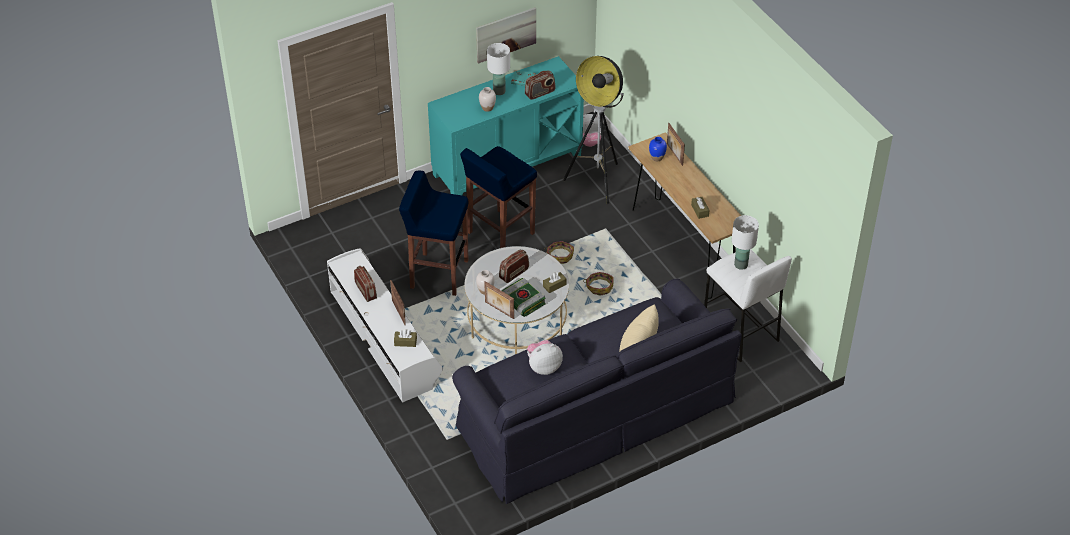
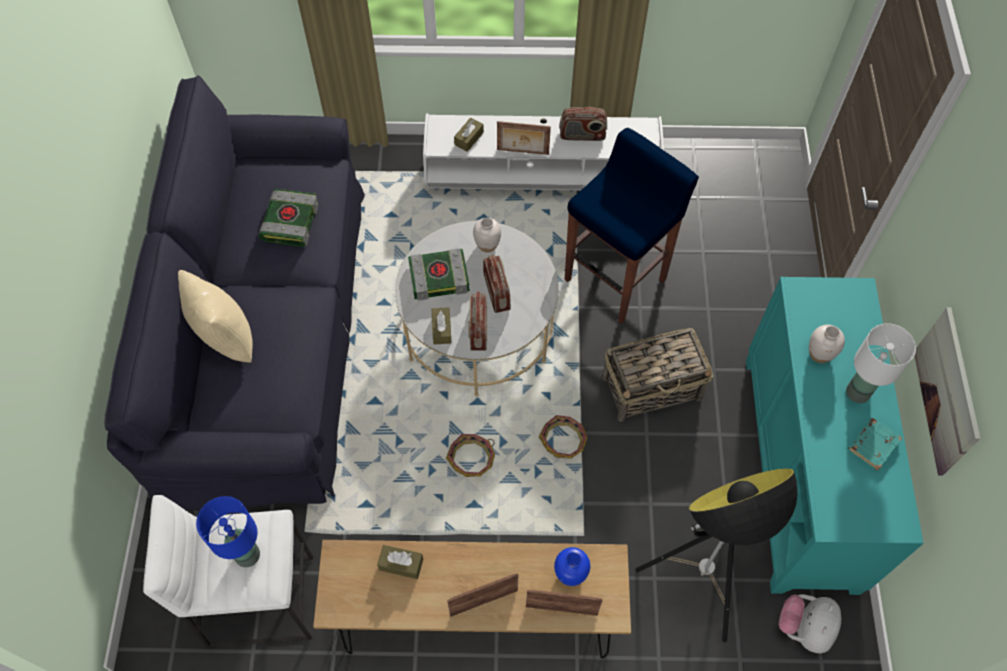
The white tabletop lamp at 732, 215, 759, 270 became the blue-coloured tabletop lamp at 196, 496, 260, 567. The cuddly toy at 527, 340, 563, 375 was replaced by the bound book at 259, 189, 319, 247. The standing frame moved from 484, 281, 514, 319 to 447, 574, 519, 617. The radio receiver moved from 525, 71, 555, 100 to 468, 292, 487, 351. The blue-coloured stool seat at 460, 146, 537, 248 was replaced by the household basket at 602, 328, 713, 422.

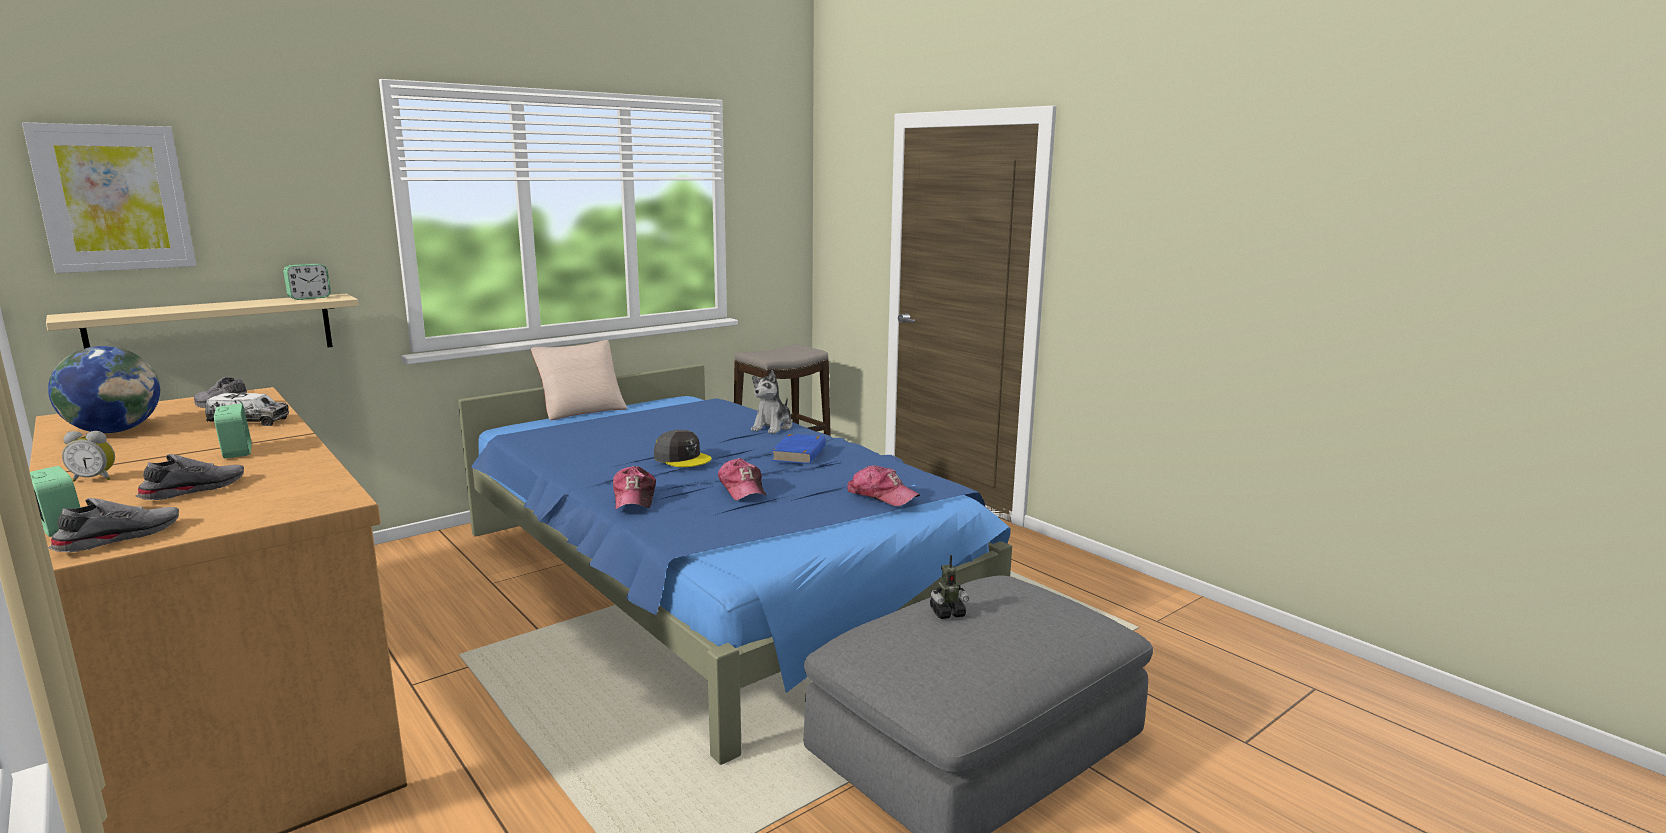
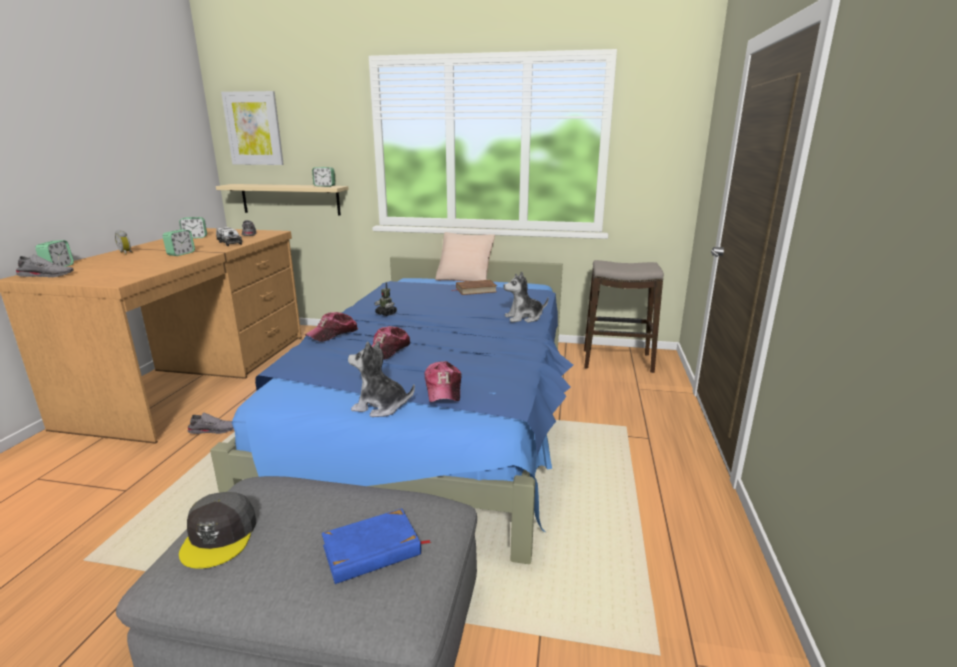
The world globe at 48, 346, 160, 433 was replaced by the bedside clock at 179, 217, 207, 239. The gray cap moved from 654, 430, 711, 467 to 179, 492, 256, 569. The gray item of footwear moved from 136, 454, 244, 500 to 188, 413, 234, 434. The blue-coloured bound book moved from 771, 434, 826, 464 to 322, 508, 431, 584. The cuddly toy at 348, 341, 415, 417 appeared. The model robot moved from 930, 555, 969, 619 to 375, 282, 397, 316. The brown-coloured bound book at 451, 280, 497, 295 appeared.

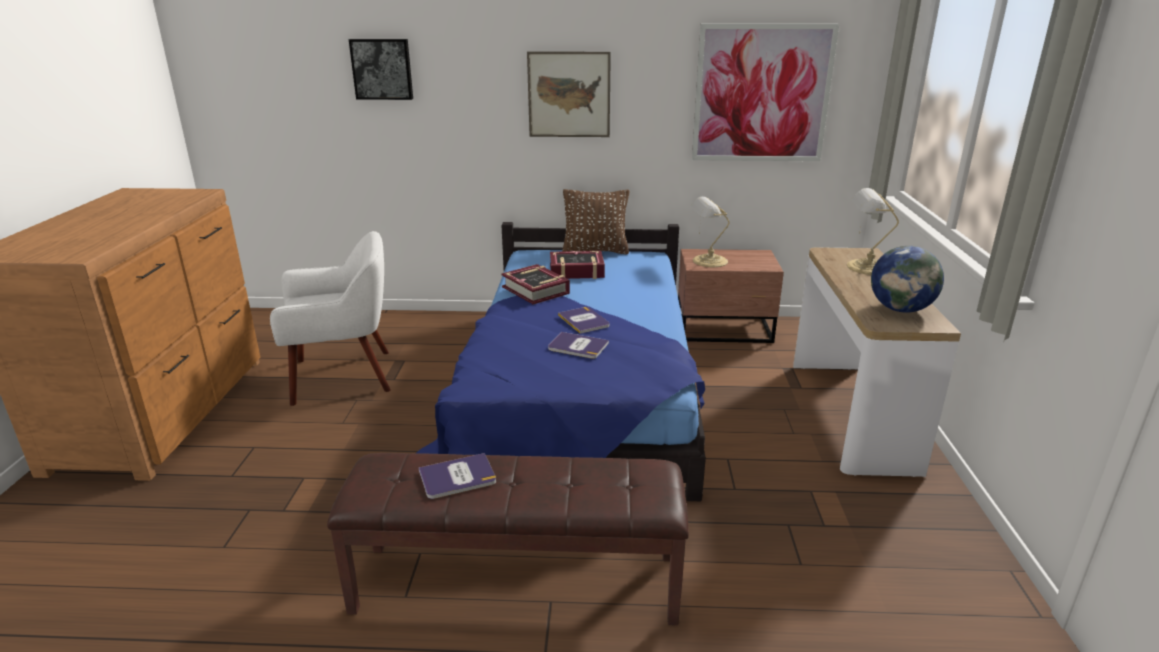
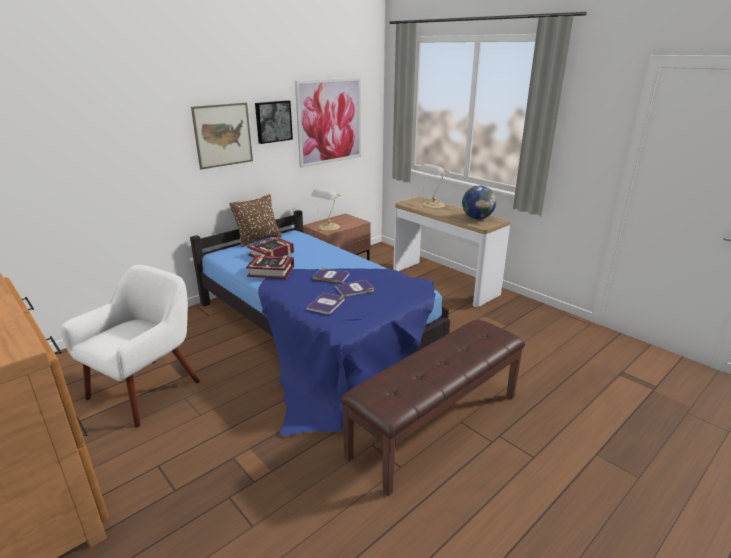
The picture moved from 349, 39, 413, 100 to 255, 100, 293, 144. The bound book moved from 419, 453, 496, 499 to 306, 293, 344, 314.

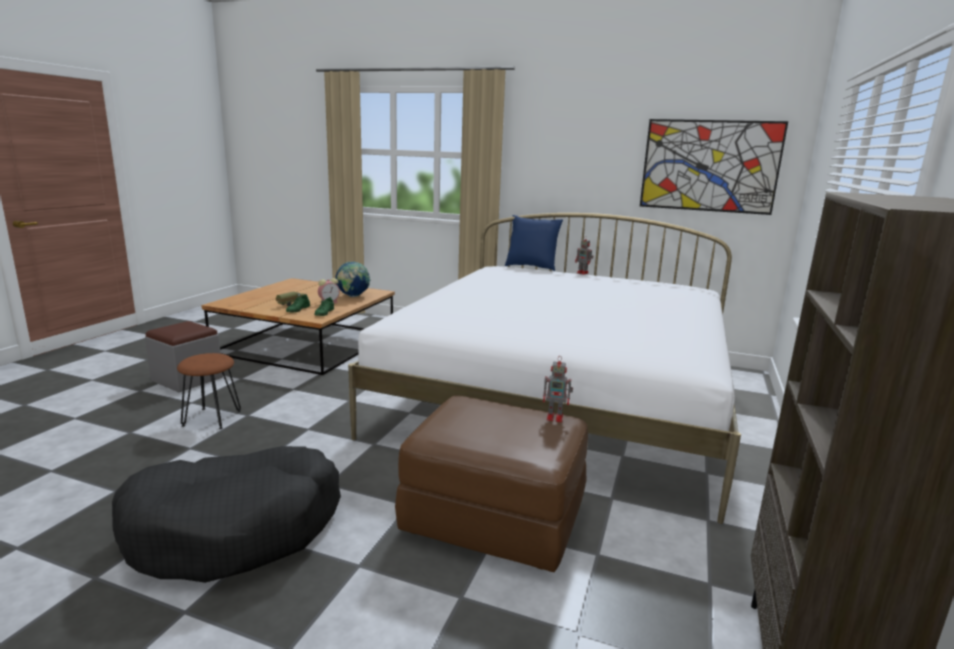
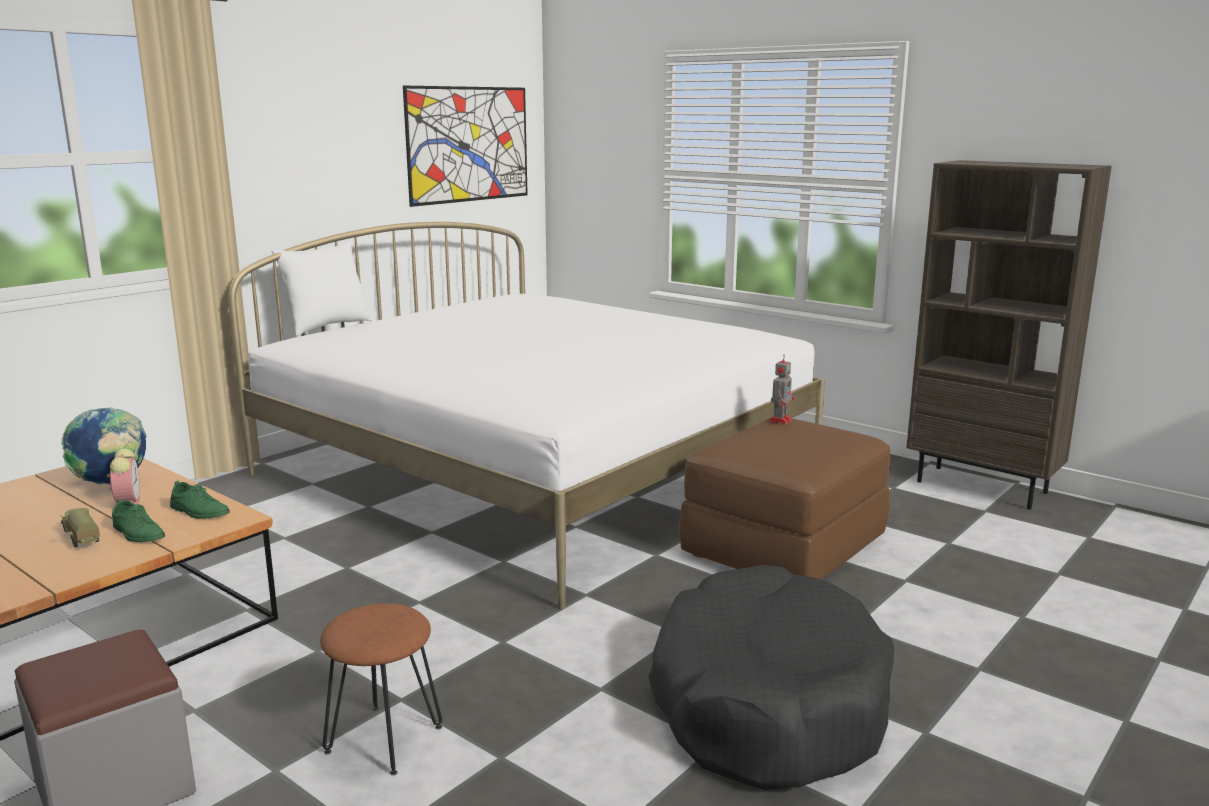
The blue-coloured cushion at 505, 215, 563, 271 became the white cushion at 272, 242, 372, 336. The model robot at 575, 236, 593, 275 disappeared.

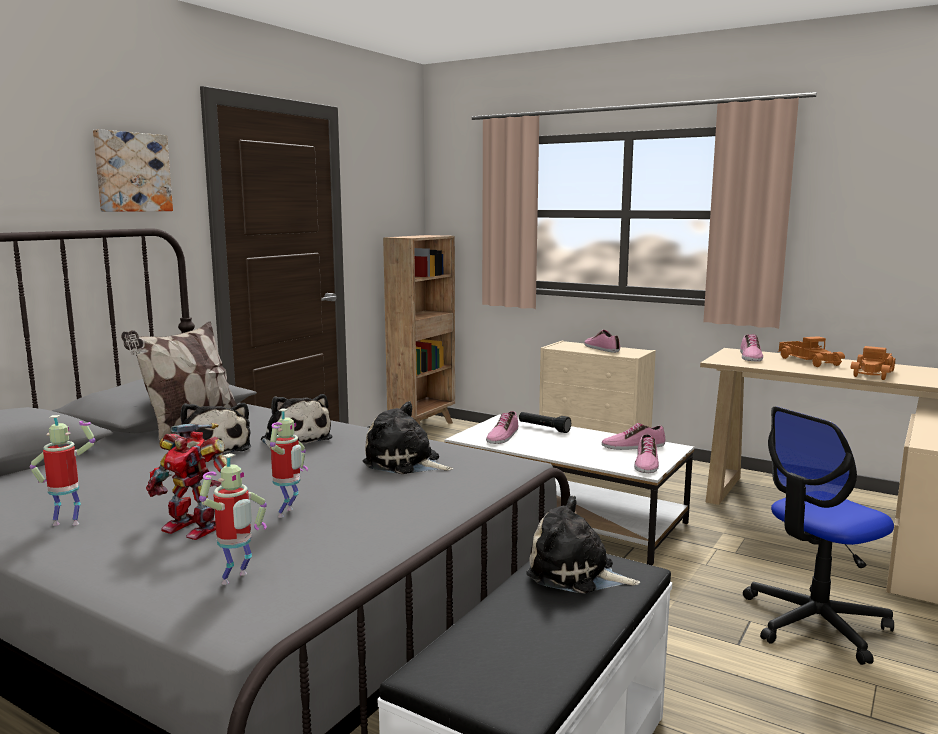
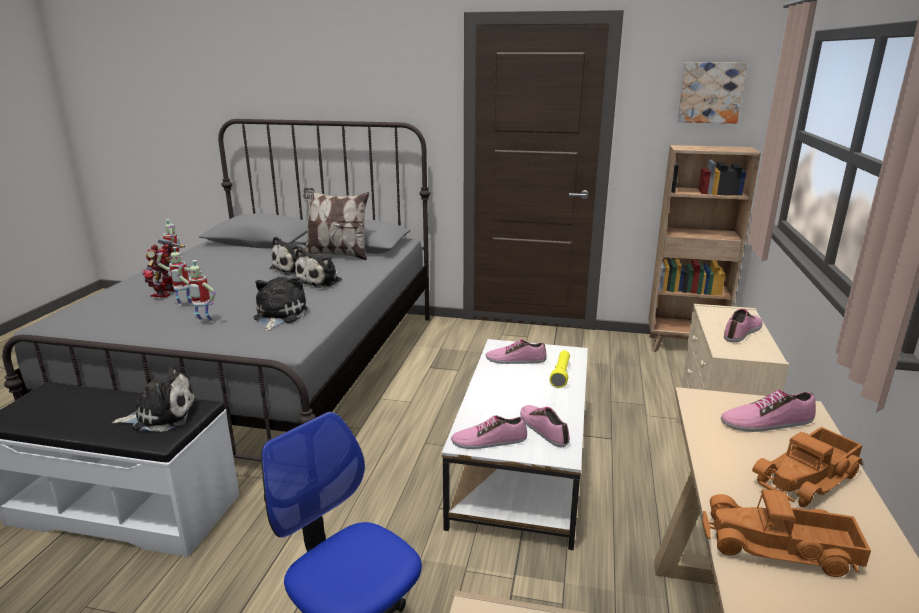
The cuddly toy at 526, 496, 640, 594 turned 75 degrees clockwise. The model robot moved from 199, 453, 267, 585 to 176, 260, 216, 323. The black hand torch at 519, 412, 571, 433 became the yellow hand torch at 550, 350, 570, 388. The picture moved from 93, 129, 173, 212 to 678, 62, 747, 123.

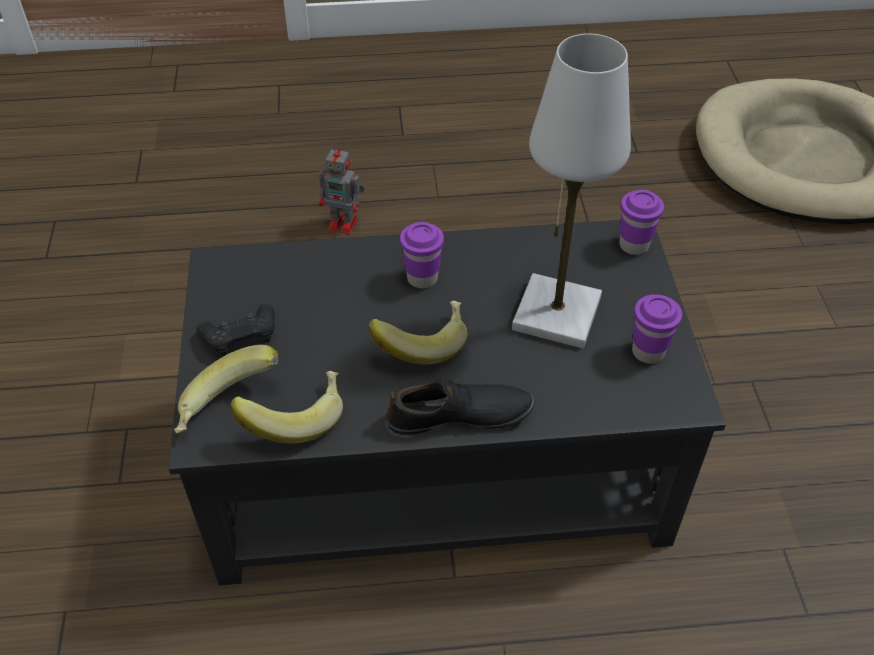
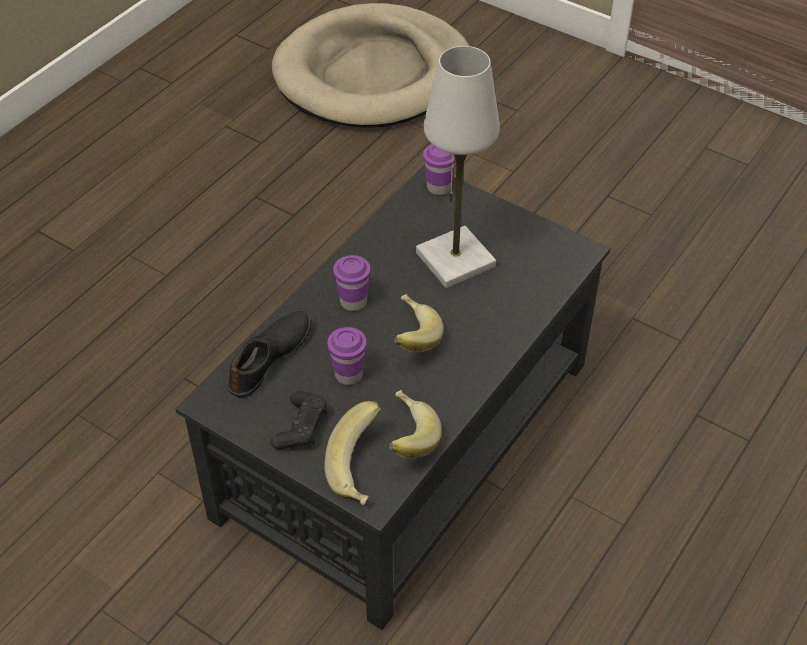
The black item of footwear moved from 386, 379, 535, 435 to 227, 311, 311, 398. The purple-coloured small cup moved from 632, 294, 682, 364 to 327, 327, 367, 385. The model robot at 319, 145, 365, 234 disappeared.

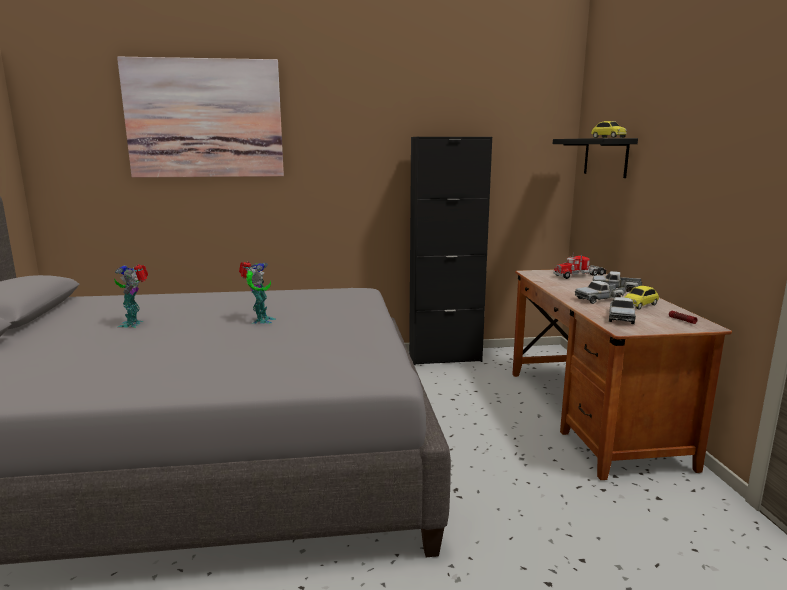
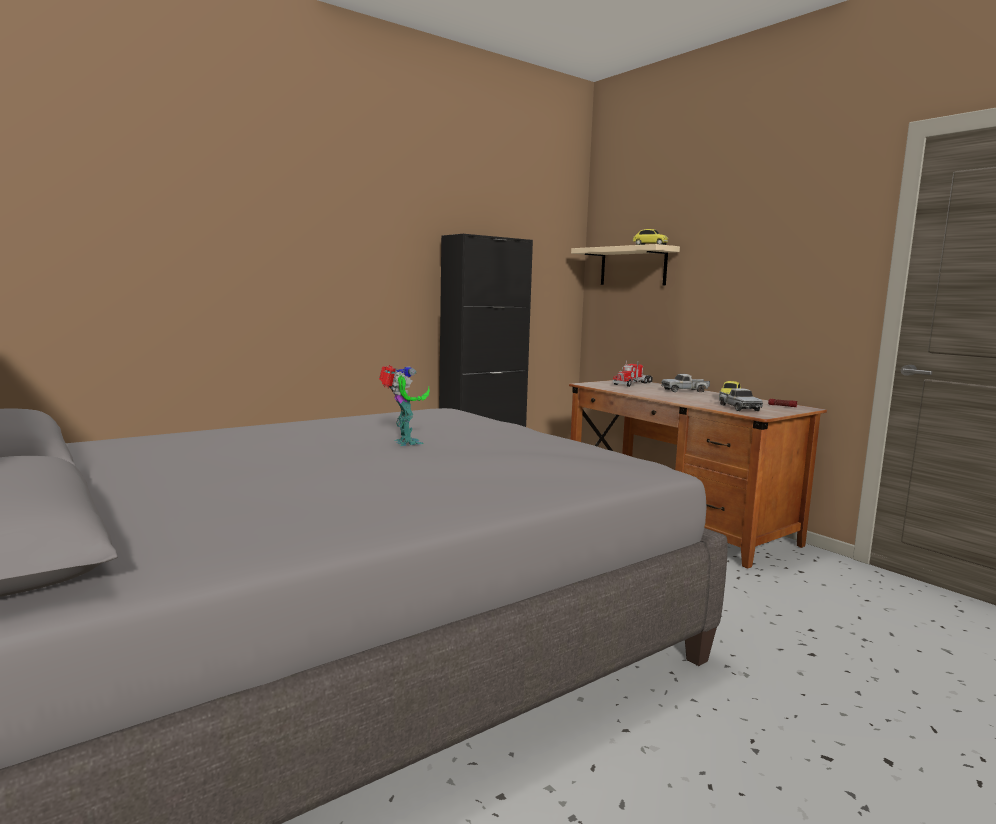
The black wall shelf at 553, 138, 638, 178 became the beige wall shelf at 571, 244, 680, 286. The model robot at 114, 264, 148, 328 disappeared. The picture at 117, 57, 284, 178 disappeared. The toy truck at 575, 281, 626, 304 disappeared.

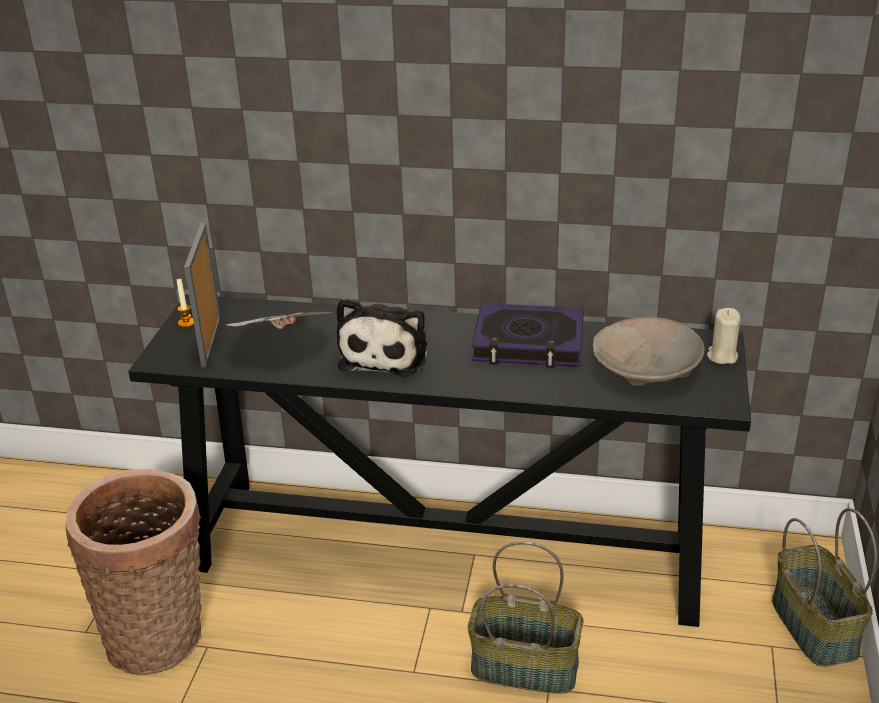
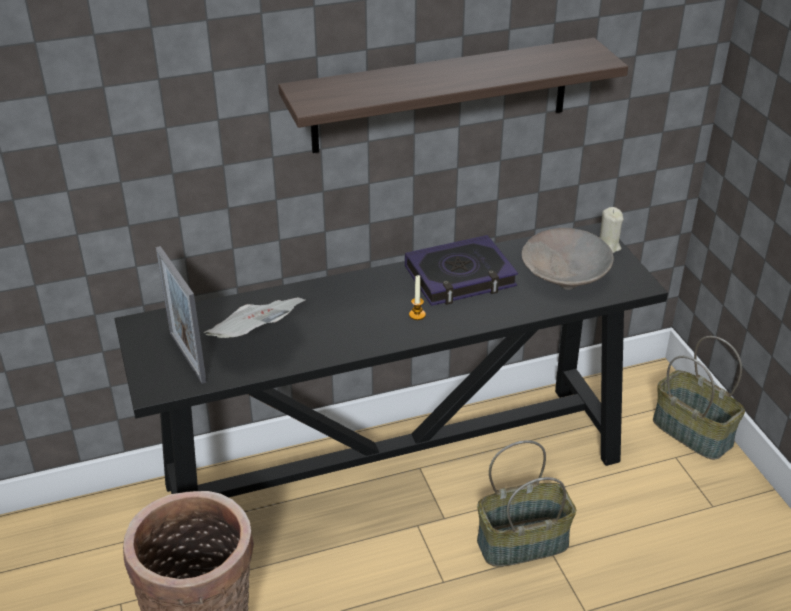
The wall shelf at 278, 38, 628, 153 appeared. The wax candle moved from 177, 279, 194, 328 to 409, 275, 426, 320. The cuddly toy at 336, 298, 428, 377 disappeared.

